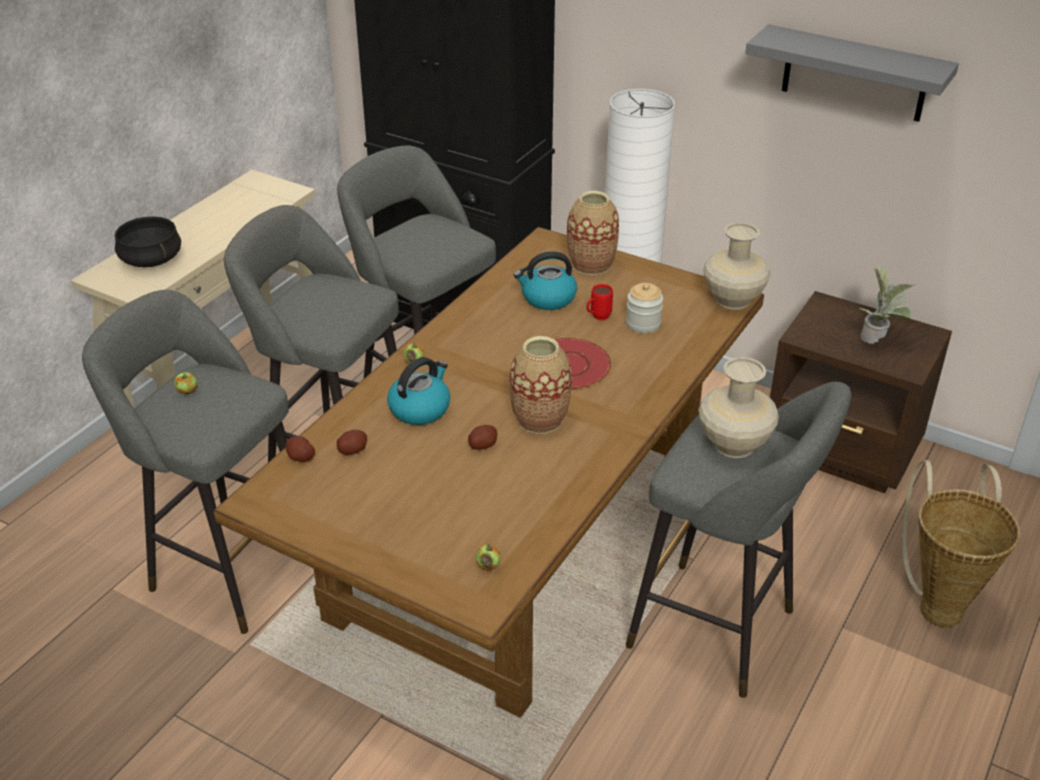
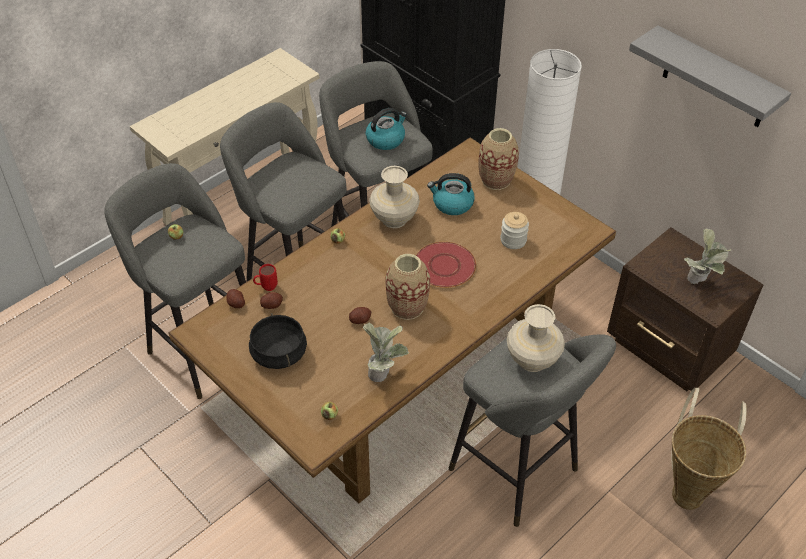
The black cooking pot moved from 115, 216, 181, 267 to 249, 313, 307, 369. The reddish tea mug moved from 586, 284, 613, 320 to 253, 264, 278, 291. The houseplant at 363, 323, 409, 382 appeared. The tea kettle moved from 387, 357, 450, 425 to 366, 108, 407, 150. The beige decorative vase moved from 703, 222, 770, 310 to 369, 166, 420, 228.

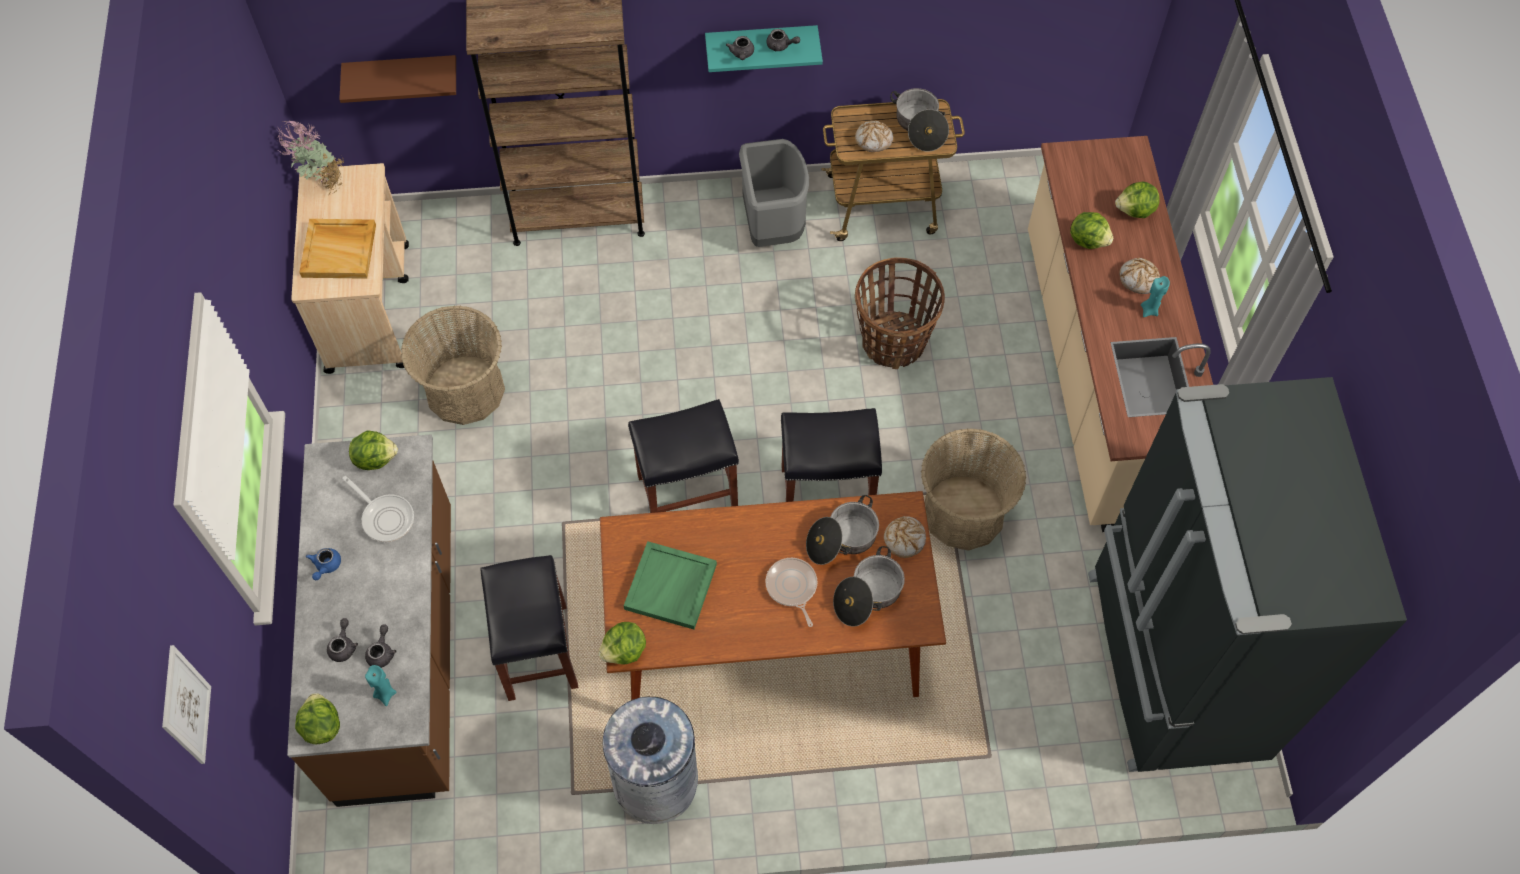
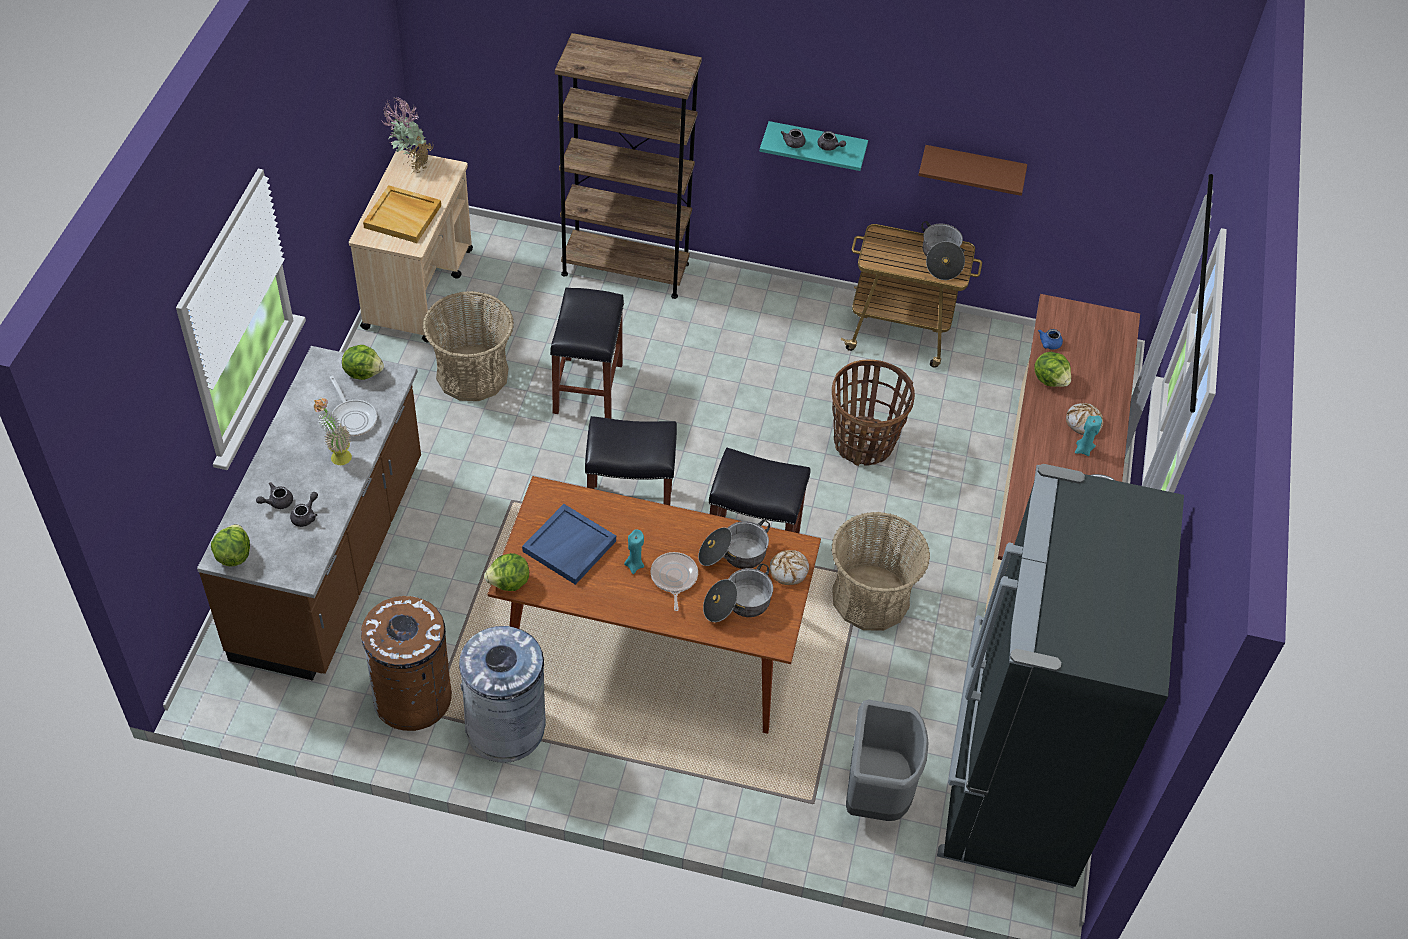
The gray teapot at 327, 618, 358, 662 turned 150 degrees counterclockwise. The houseplant at 314, 398, 352, 465 appeared. The brown-coloured trash can at 361, 596, 452, 731 appeared. The green tray at 624, 541, 717, 630 became the blue-coloured tray at 522, 504, 616, 585. The black stool seat moved from 480, 555, 578, 701 to 550, 288, 624, 419. The turquoise wax candle moved from 365, 665, 397, 706 to 624, 529, 644, 574. The gray trash can moved from 739, 139, 809, 247 to 846, 699, 929, 821. The brown-coloured wall shelf moved from 339, 55, 456, 103 to 918, 145, 1027, 196. The blue-coloured teapot moved from 306, 548, 341, 580 to 1038, 329, 1063, 349. The picture at 162, 645, 211, 764 disappeared. The bread at 855, 121, 893, 152 disappeared. The lettuce head at 1115, 182, 1160, 218 disappeared.

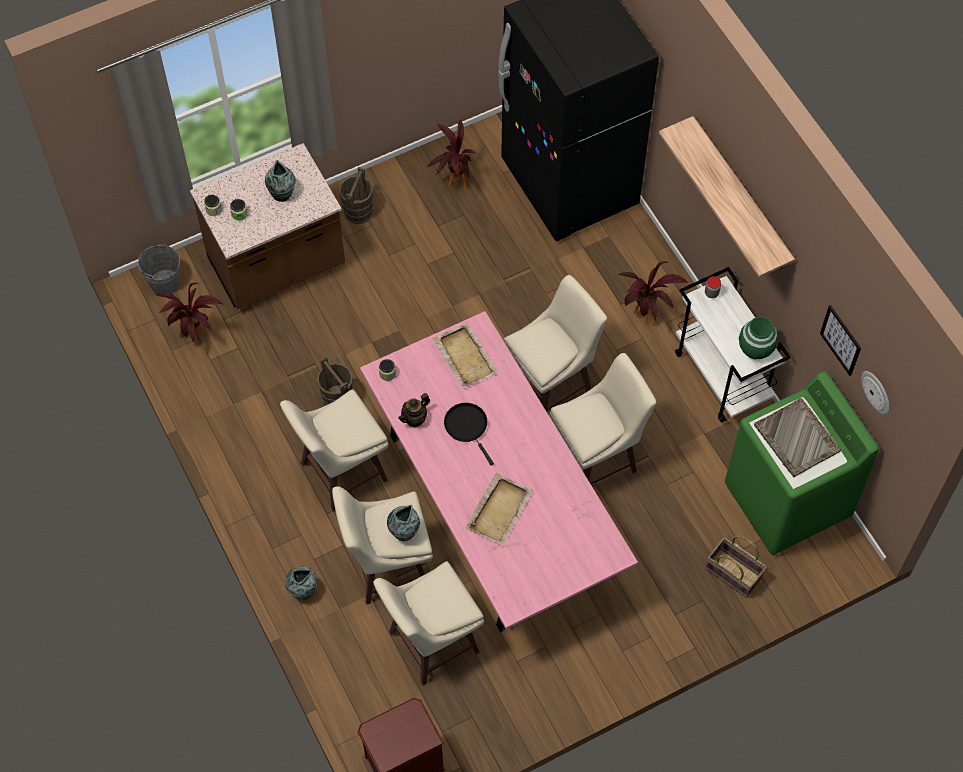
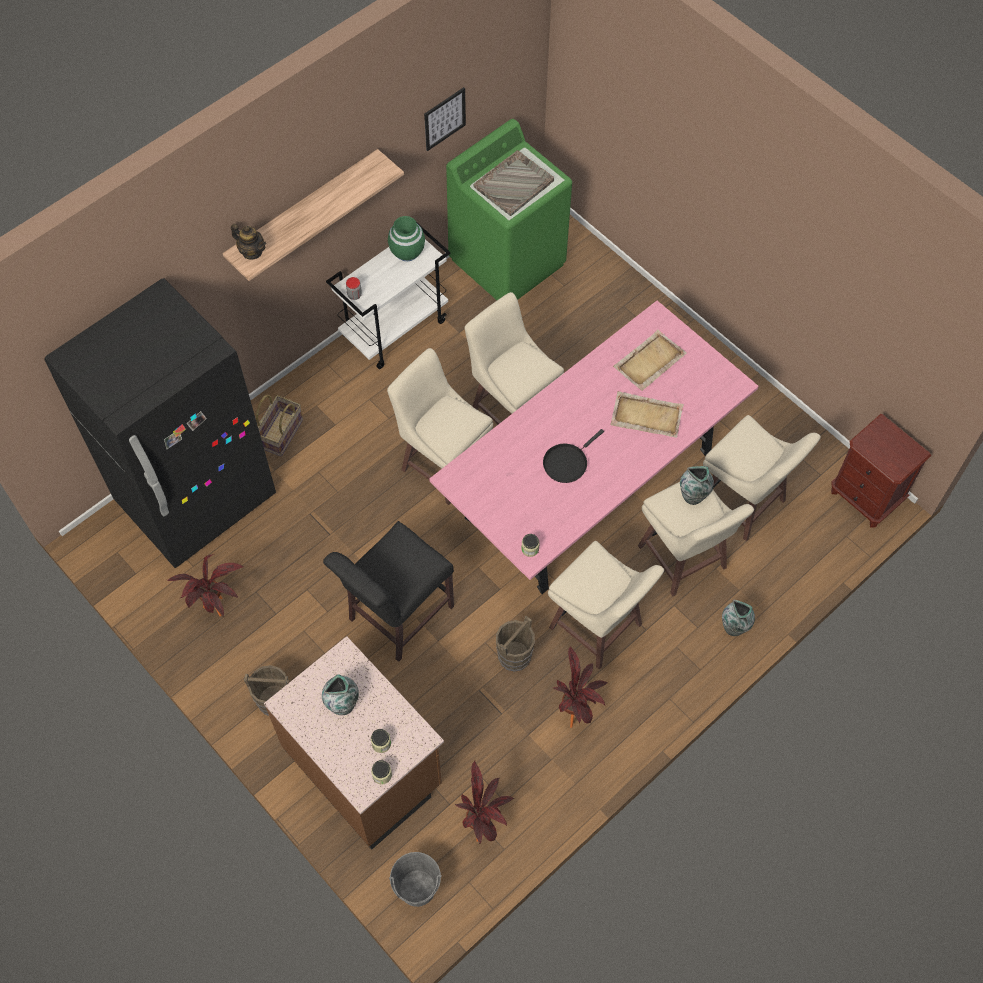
The teapot moved from 398, 393, 430, 427 to 231, 224, 266, 260. The household basket moved from 706, 535, 767, 598 to 256, 395, 303, 457. The black upright chair at 323, 521, 454, 662 appeared. The houseplant moved from 617, 261, 688, 325 to 553, 646, 607, 728. The beige tray moved from 432, 322, 499, 389 to 613, 330, 687, 391. The clock on the wall at 861, 371, 890, 415 disappeared.

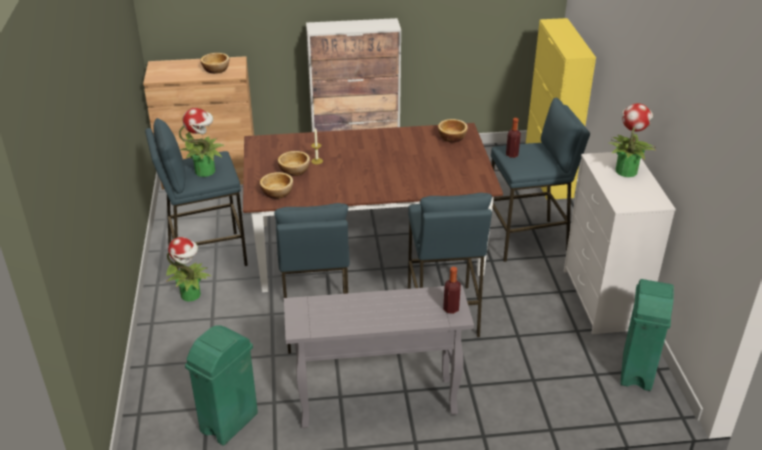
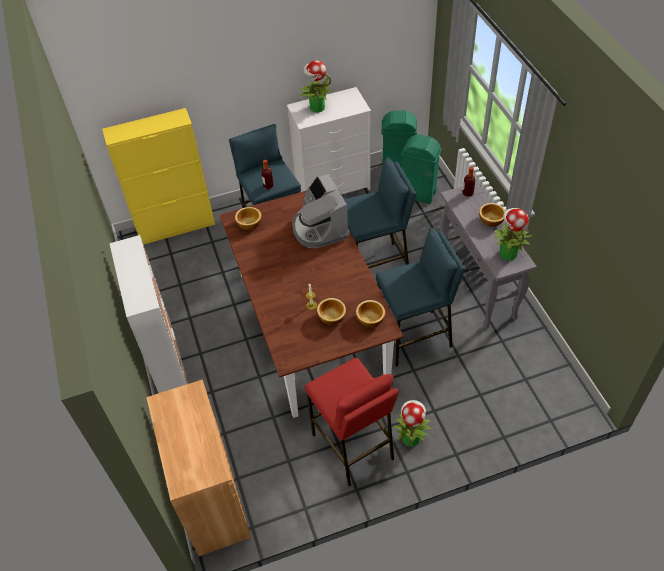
The coffee maker at 292, 174, 350, 248 appeared. The blue-coloured stool seat at 145, 118, 248, 270 became the reddish stool seat at 305, 357, 399, 487. The green trash can moved from 185, 325, 258, 446 to 401, 134, 442, 204. The serving bowl moved from 201, 53, 229, 74 to 479, 203, 505, 227. The houseplant moved from 179, 108, 225, 177 to 494, 208, 533, 260.

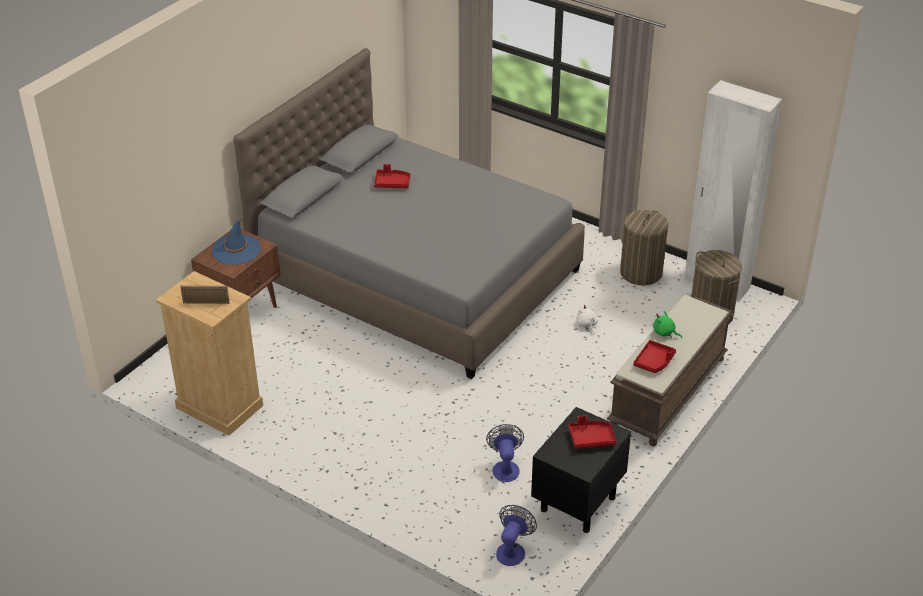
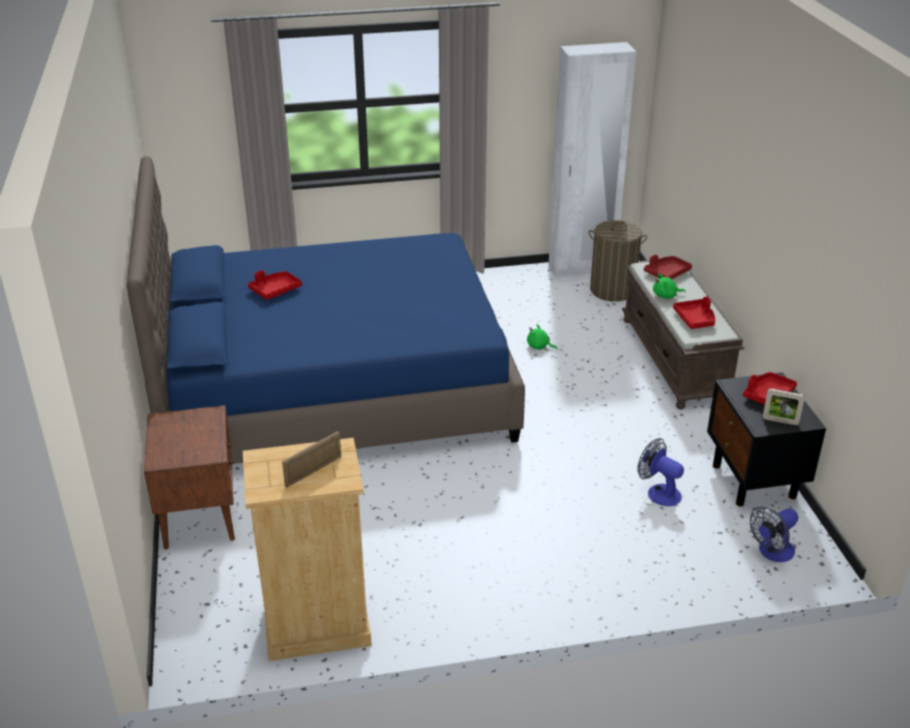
The gray bed at 234, 48, 585, 379 became the blue-coloured bed at 127, 156, 525, 464. The white cuddly toy at 577, 305, 598, 334 became the green cuddly toy at 527, 324, 558, 350. The reddish tray at 644, 254, 692, 279 appeared. The fan at 496, 505, 537, 566 turned 105 degrees counterclockwise. The standing frame at 763, 389, 805, 425 appeared. The blue-coloured clothing hat at 212, 220, 261, 265 disappeared. The washing basket at 620, 210, 668, 286 disappeared.

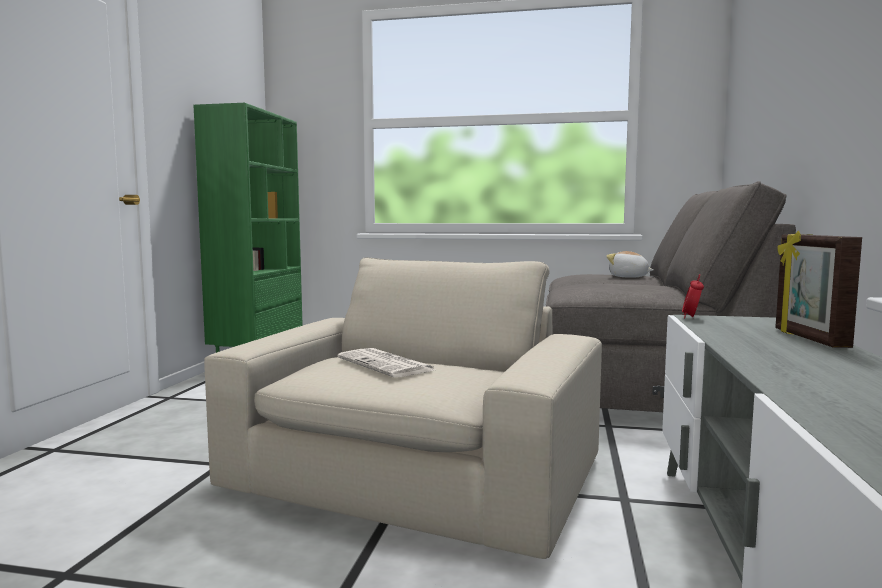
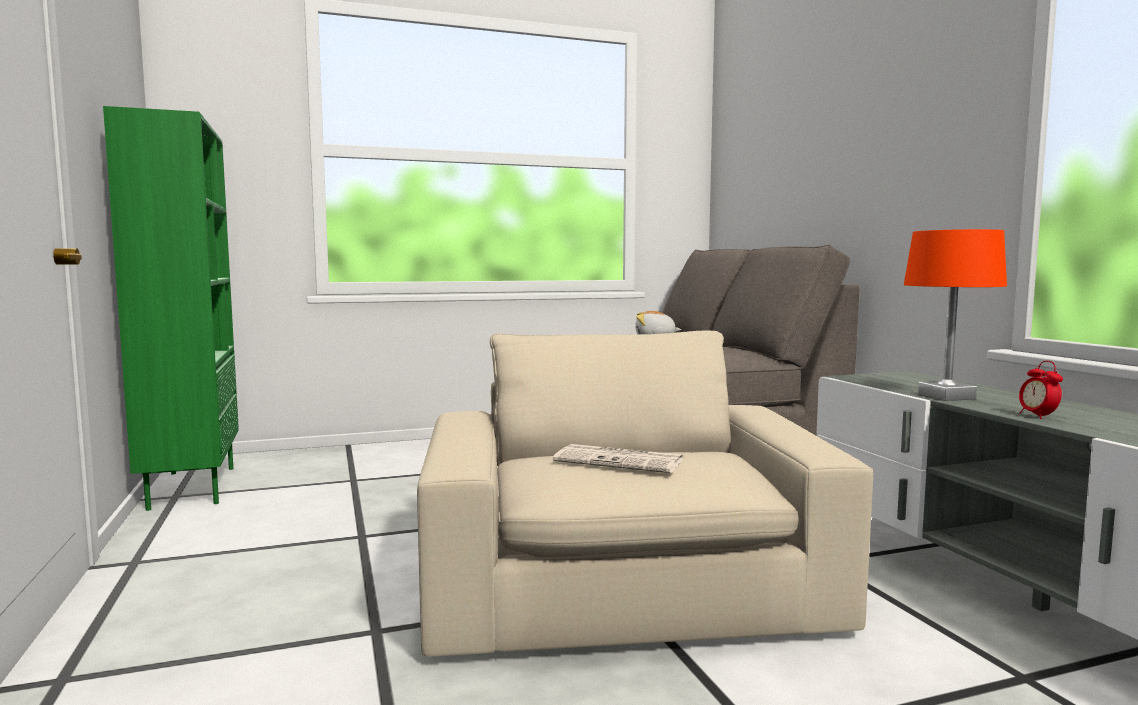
The orange tabletop lamp at 904, 229, 1007, 401 appeared. The bedside clock moved from 682, 274, 704, 319 to 1019, 361, 1063, 419. The standing frame at 776, 231, 862, 348 disappeared.

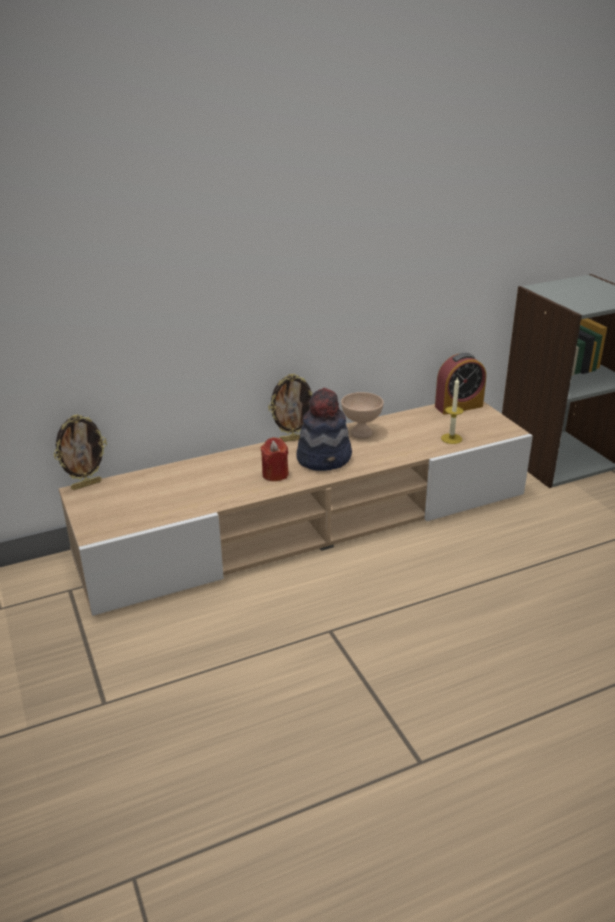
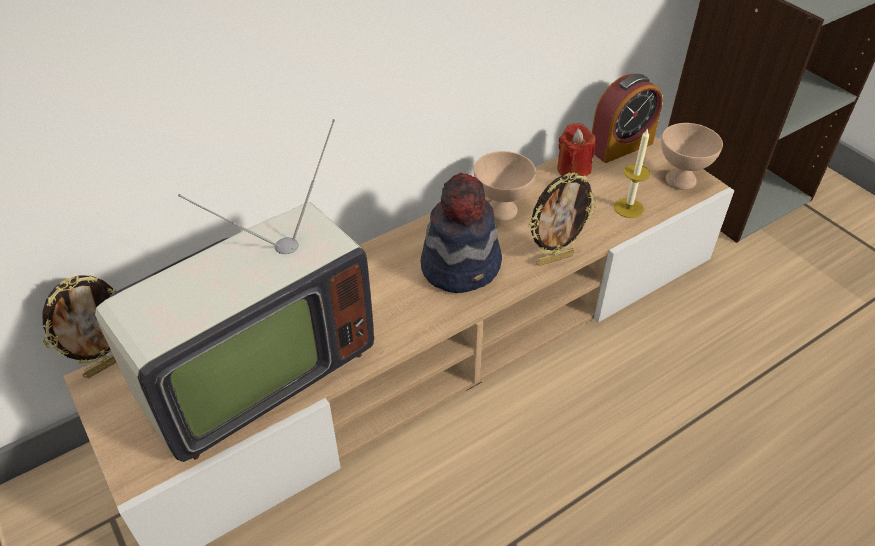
The television at 95, 119, 374, 462 appeared. The standing frame moved from 268, 374, 313, 442 to 528, 173, 597, 266. The reddish wax candle moved from 261, 437, 289, 481 to 557, 123, 595, 176. The beige serving bowl at 661, 123, 723, 190 appeared.

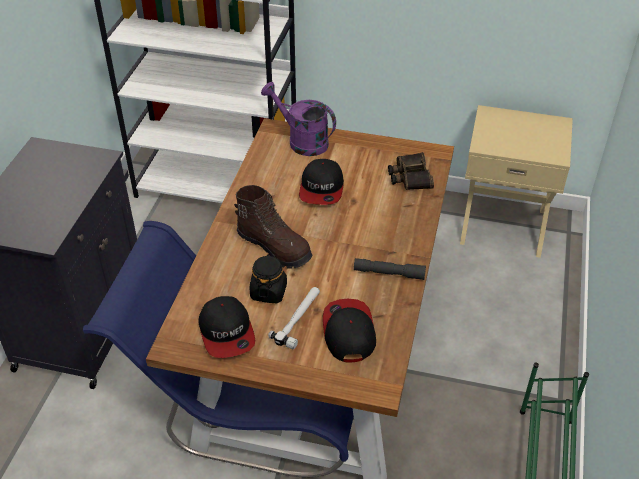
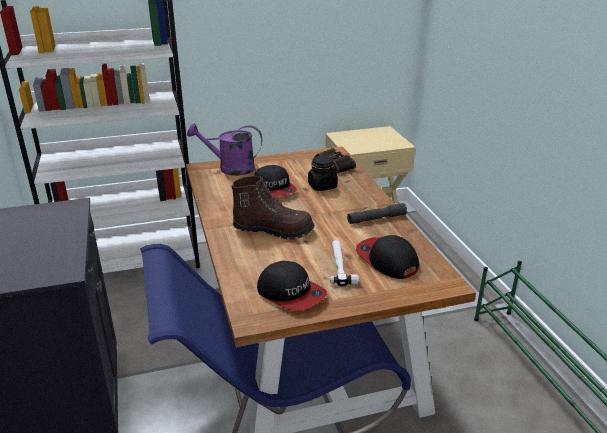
The black storage jar moved from 249, 255, 287, 304 to 308, 156, 337, 191.

